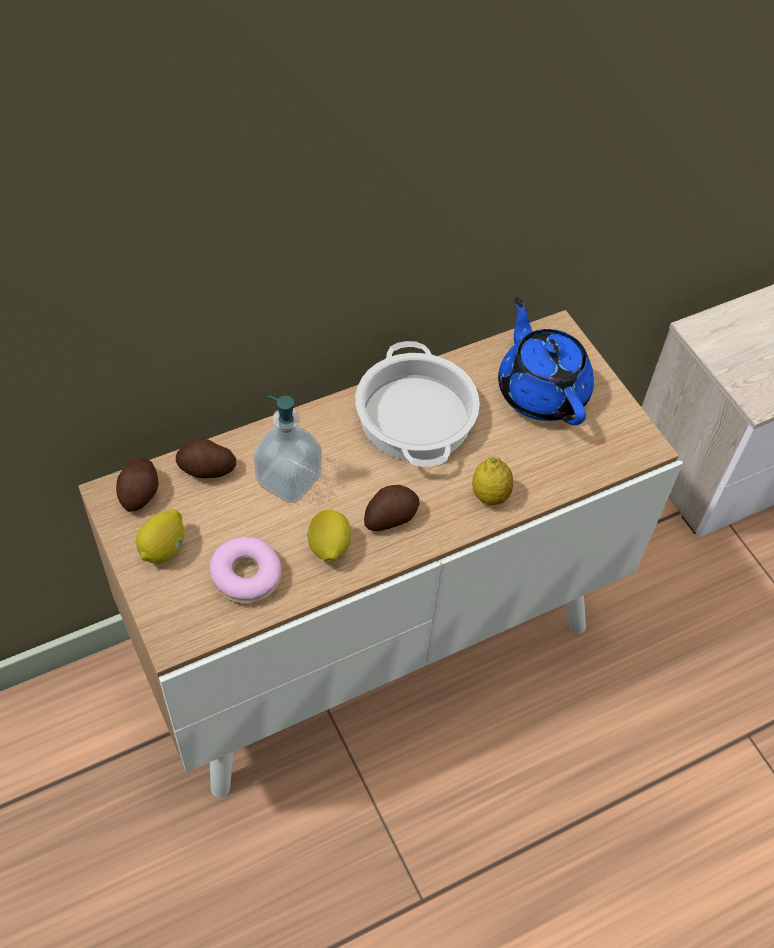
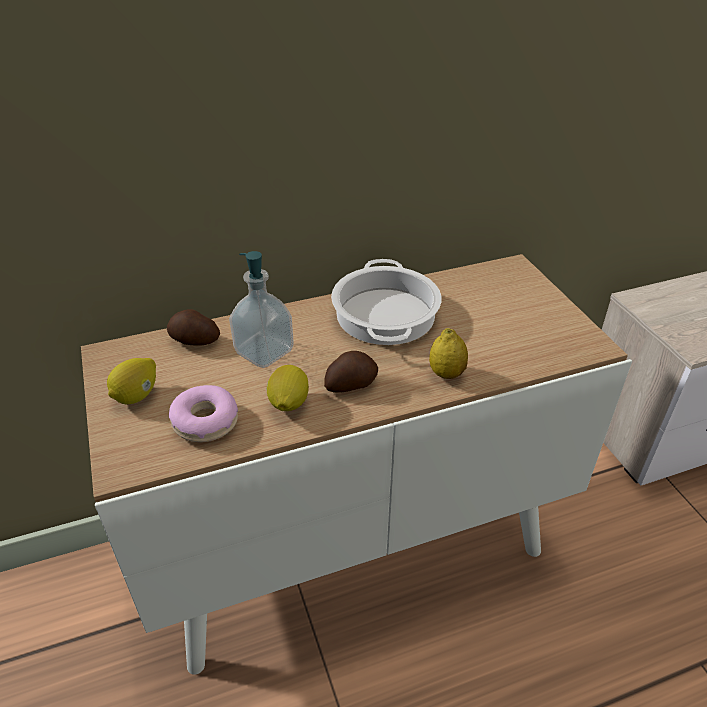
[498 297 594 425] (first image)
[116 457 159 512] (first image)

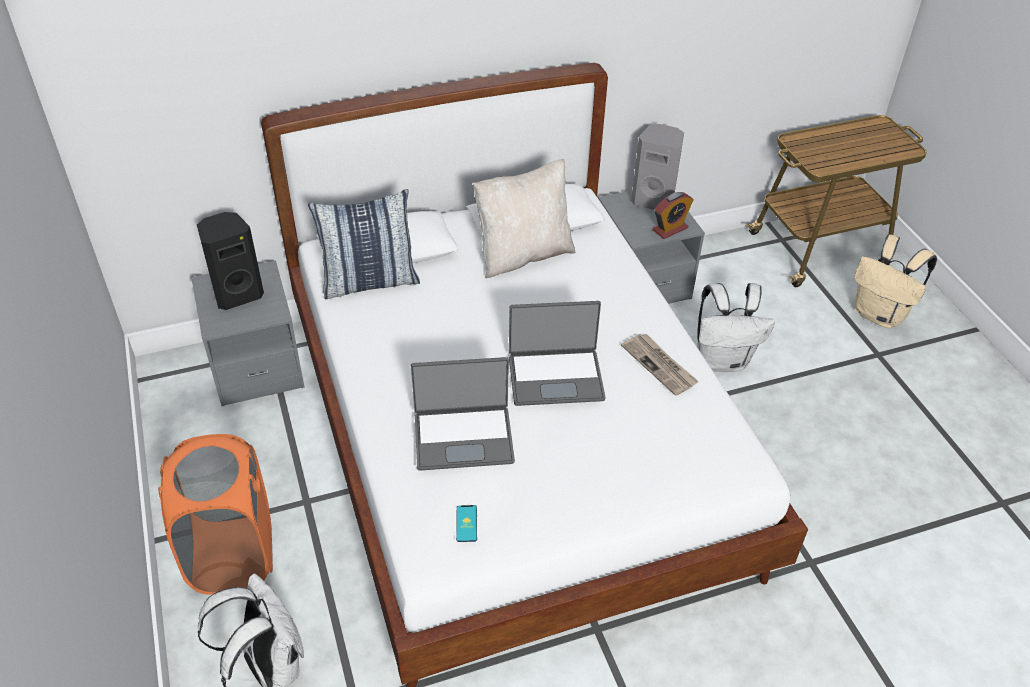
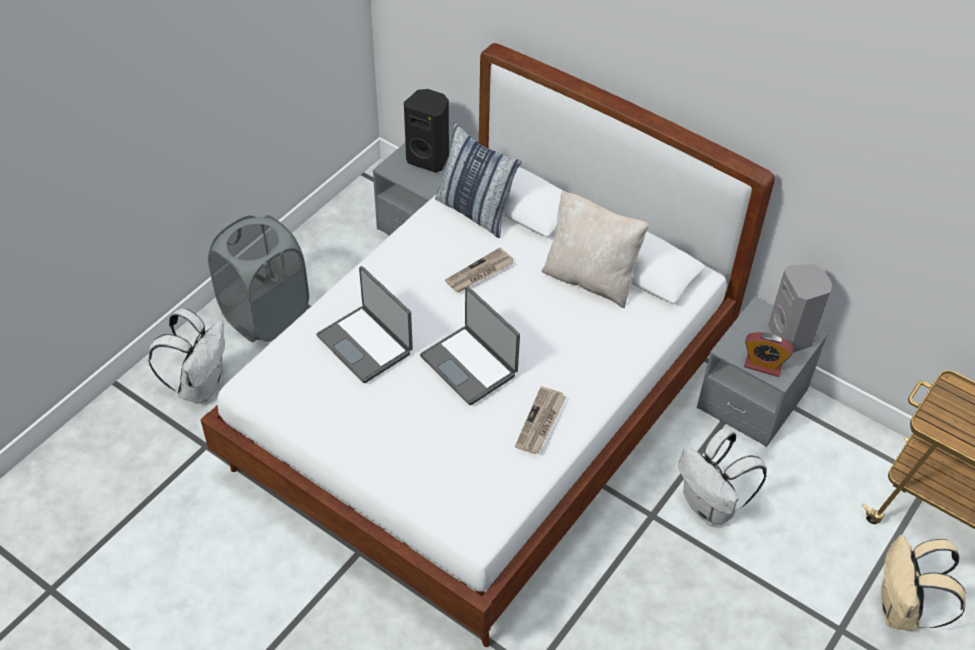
[208 215 309 342]
[456 505 477 542] (first image)
[445 247 514 293]

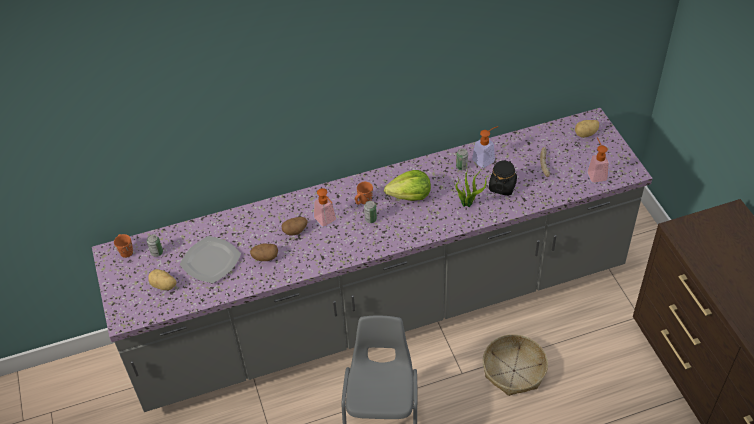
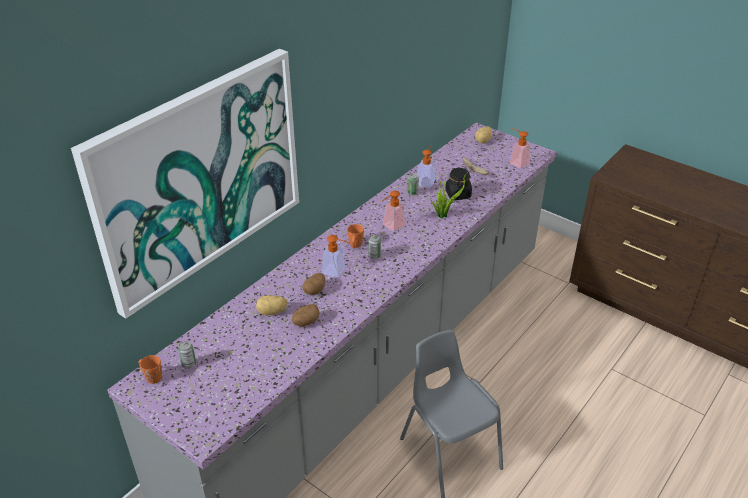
[382 191 406 231]
[179 236 241 283] (first image)
[256 295 287 315]
[483 334 548 396] (first image)
[71 49 299 319]

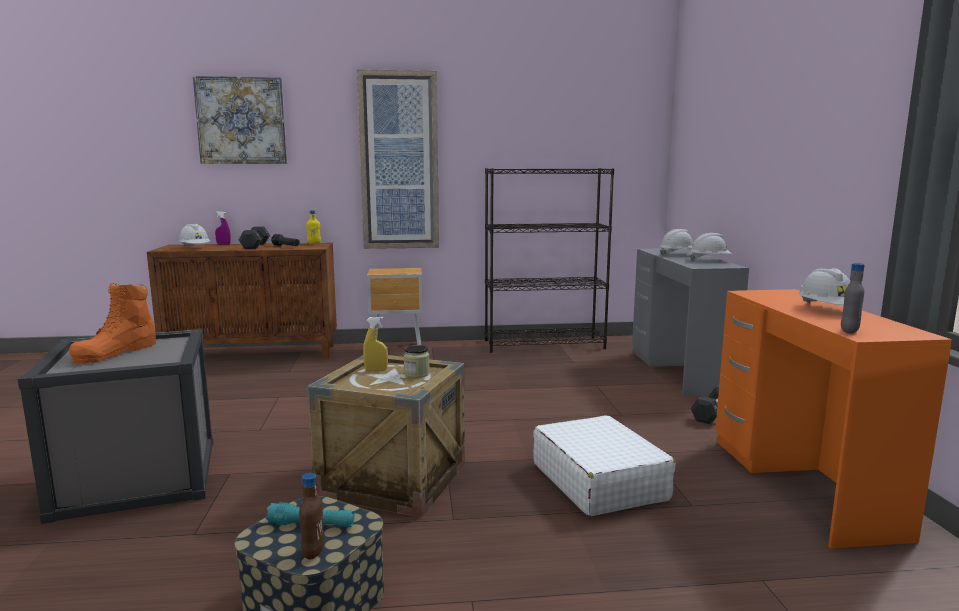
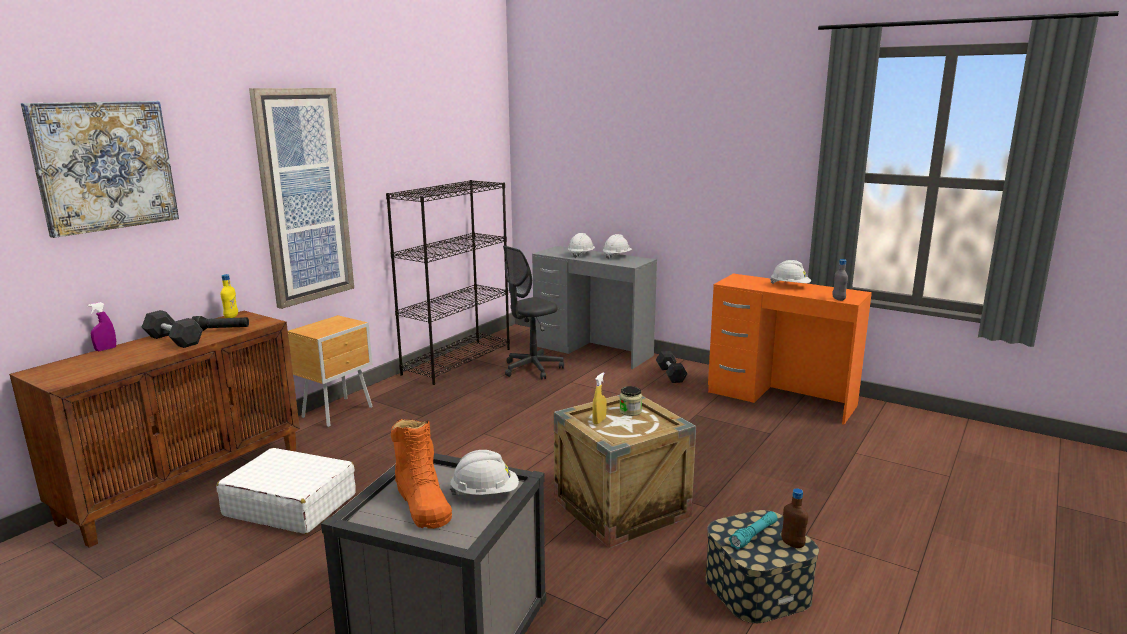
[450 450 519 496]
[216 448 356 534]
[503 246 564 380]

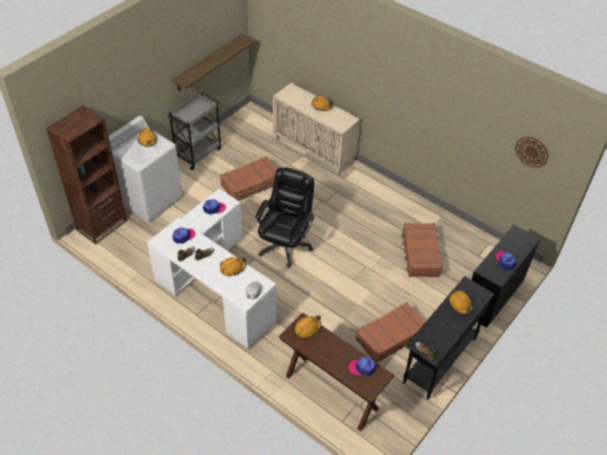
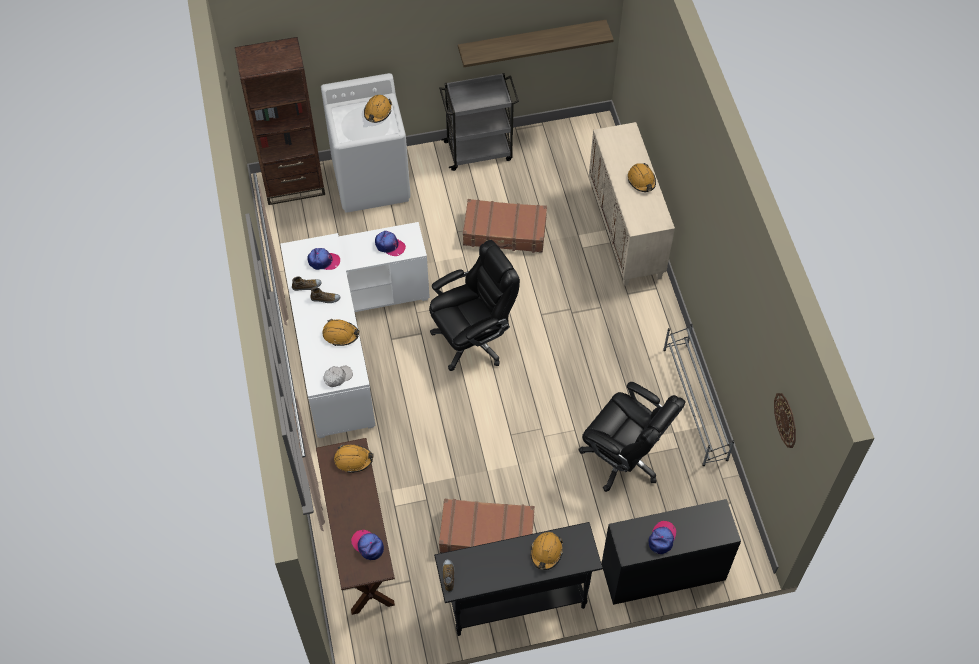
[578 382 686 492]
[663 324 735 466]

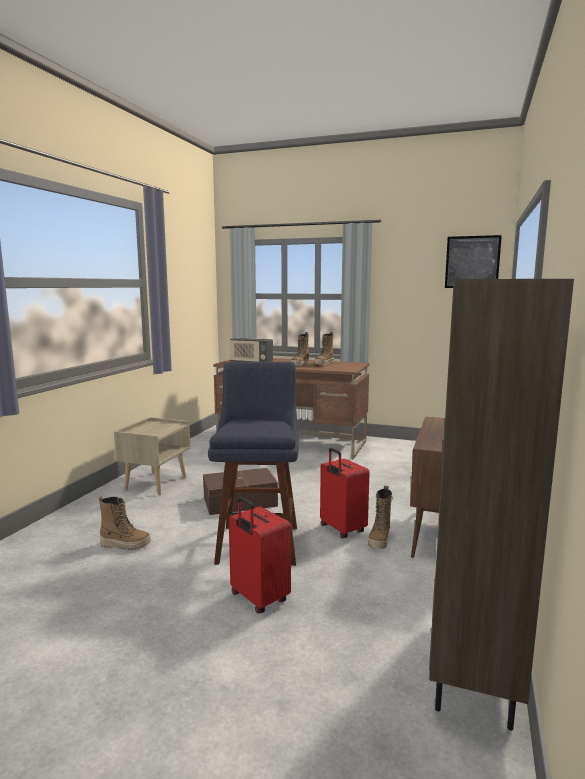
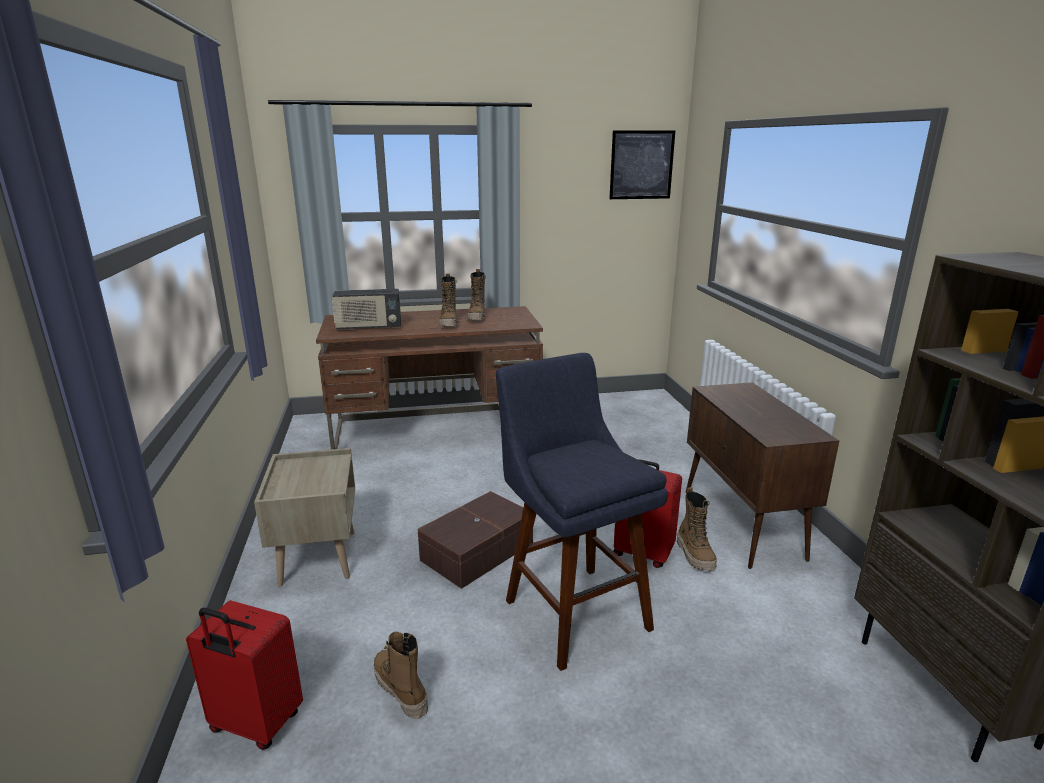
[374 632 428 719]
[186 601 303 750]

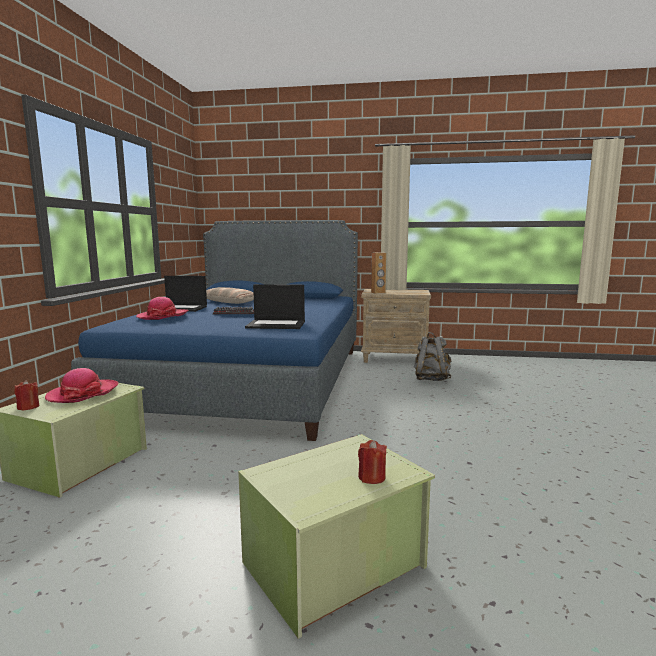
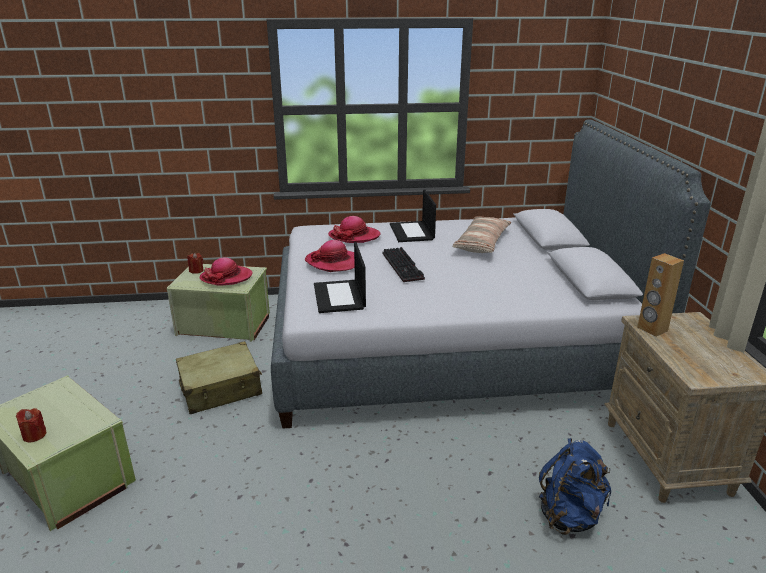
[271 119 711 429]
[539 438 611 535]
[305 240 355 272]
[176 341 262 414]

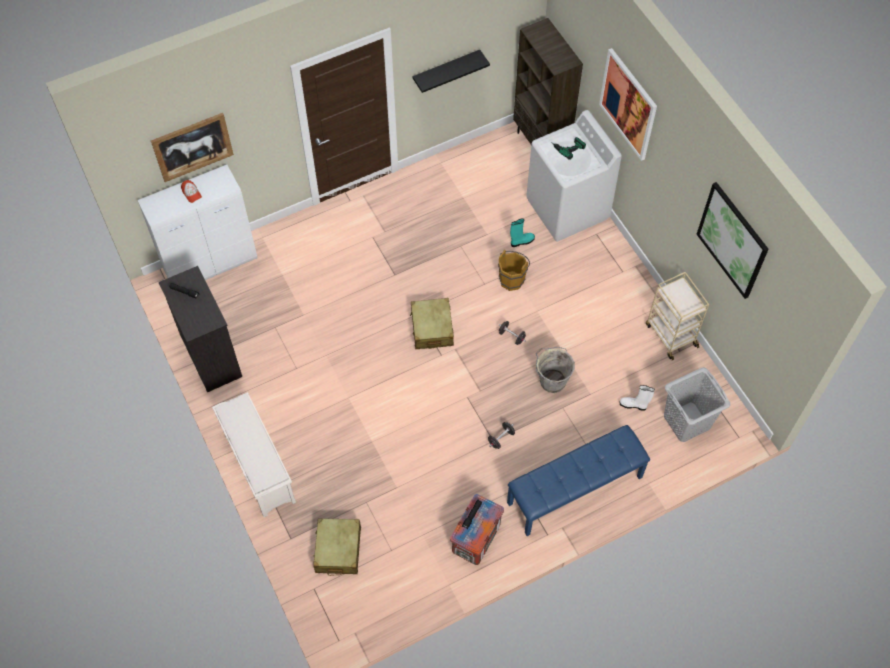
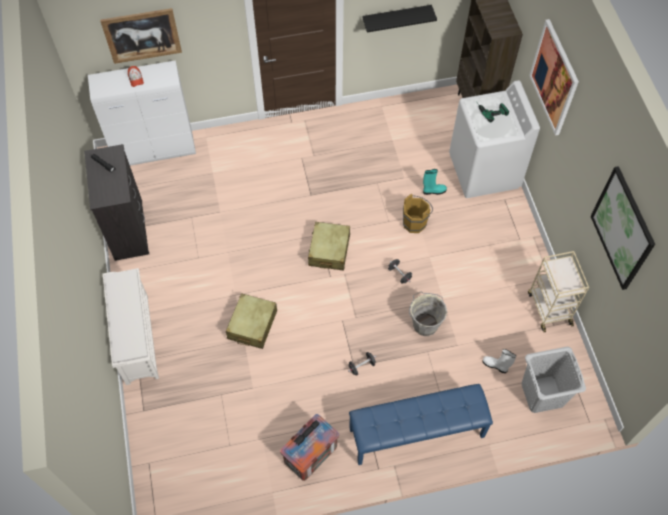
[226 293 277 349]

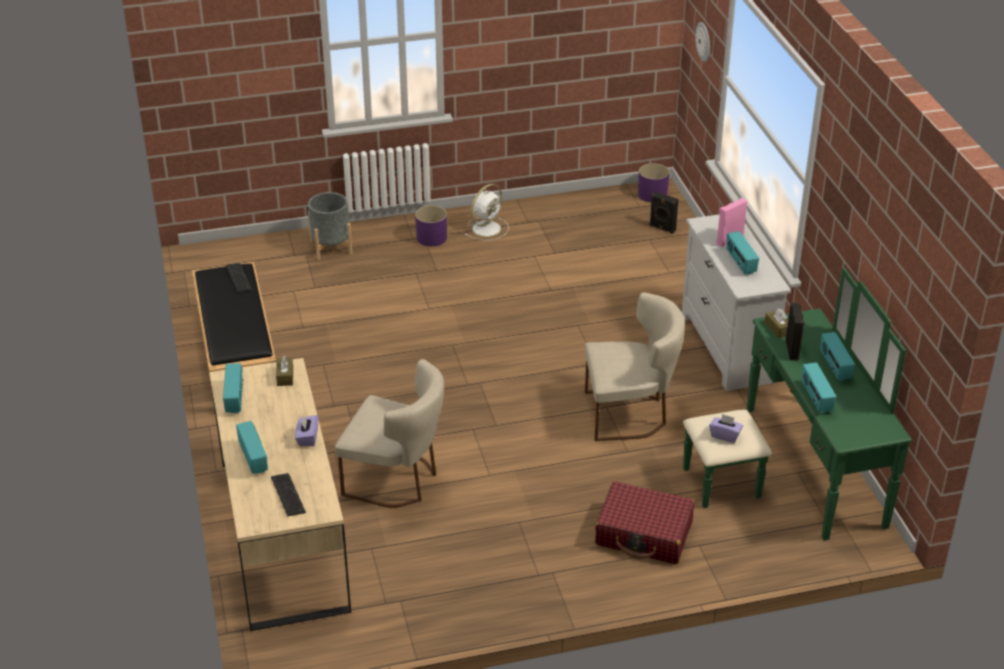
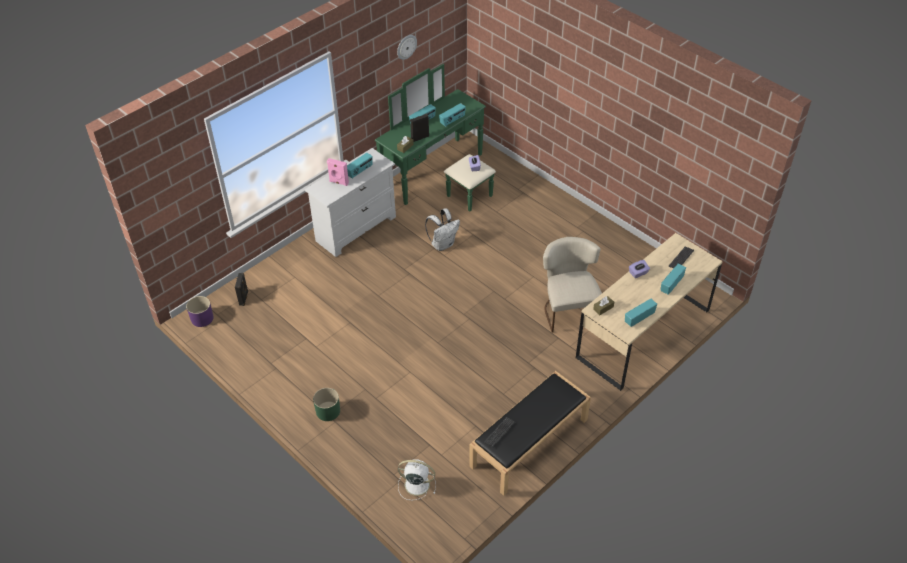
[397 35 417 60]
[398 460 436 500]
[308 192 353 260] (first image)
[313 388 340 421]
[425 208 460 251]
[595 481 695 564] (first image)

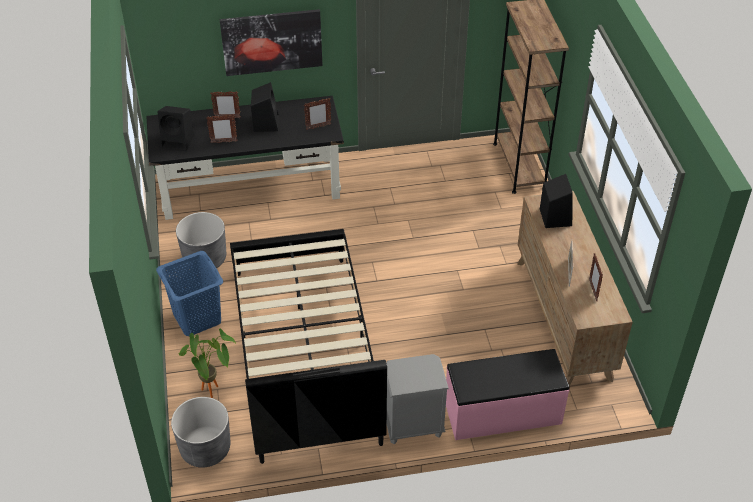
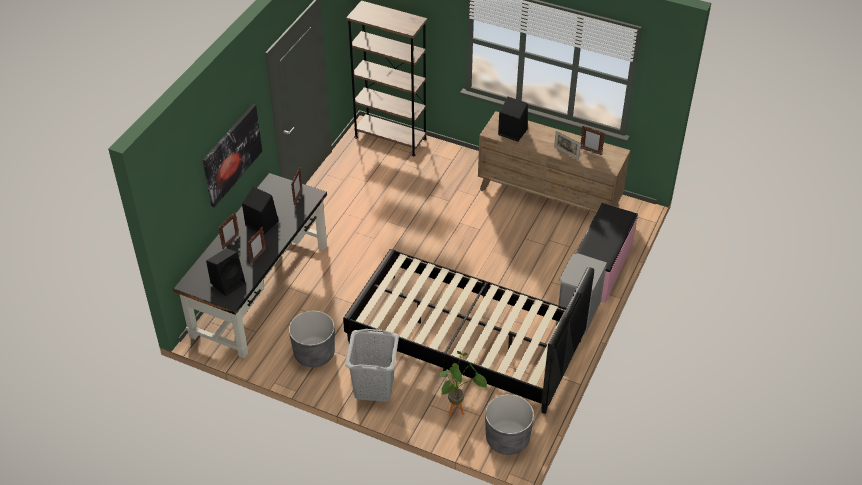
[345 329 399 402]

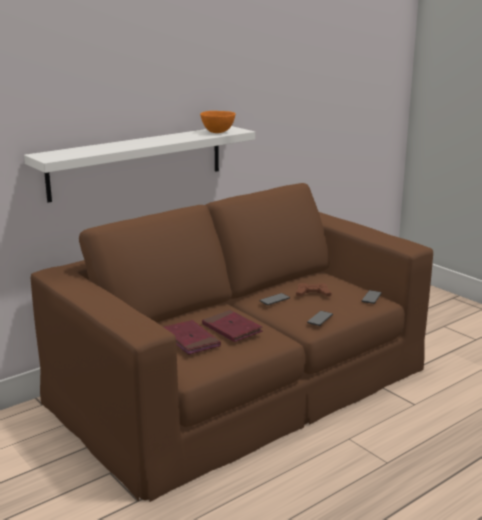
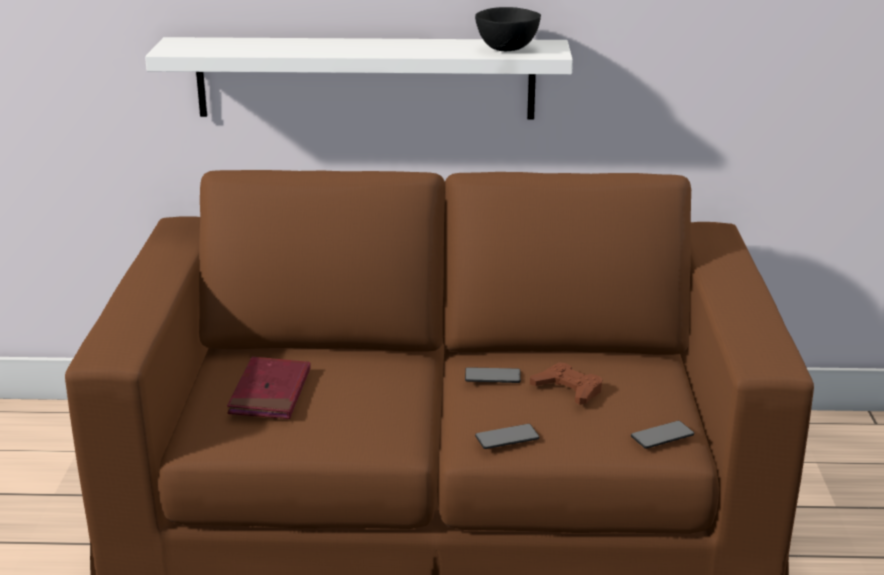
[475 7 541 51]
[202 310 263 342] (first image)

